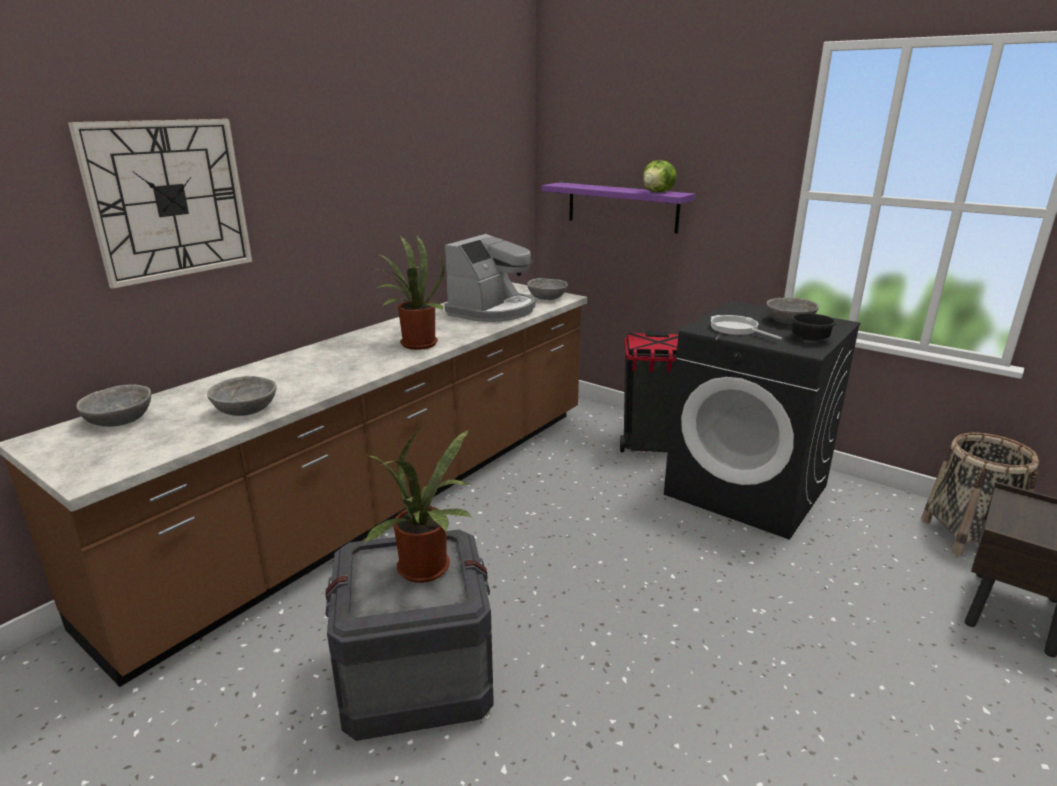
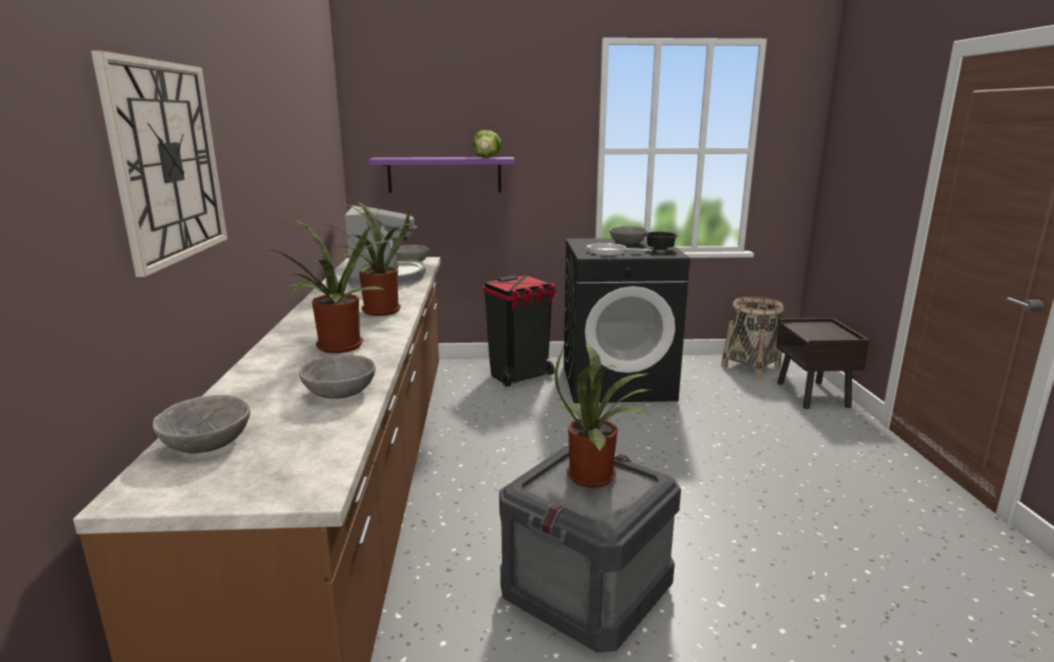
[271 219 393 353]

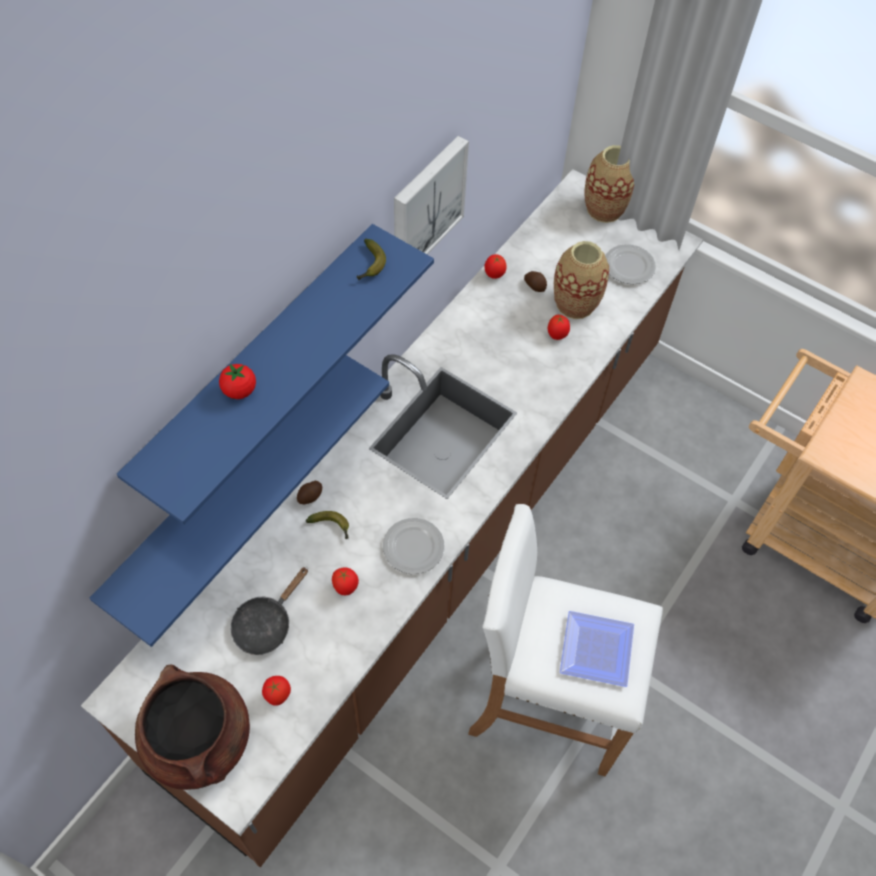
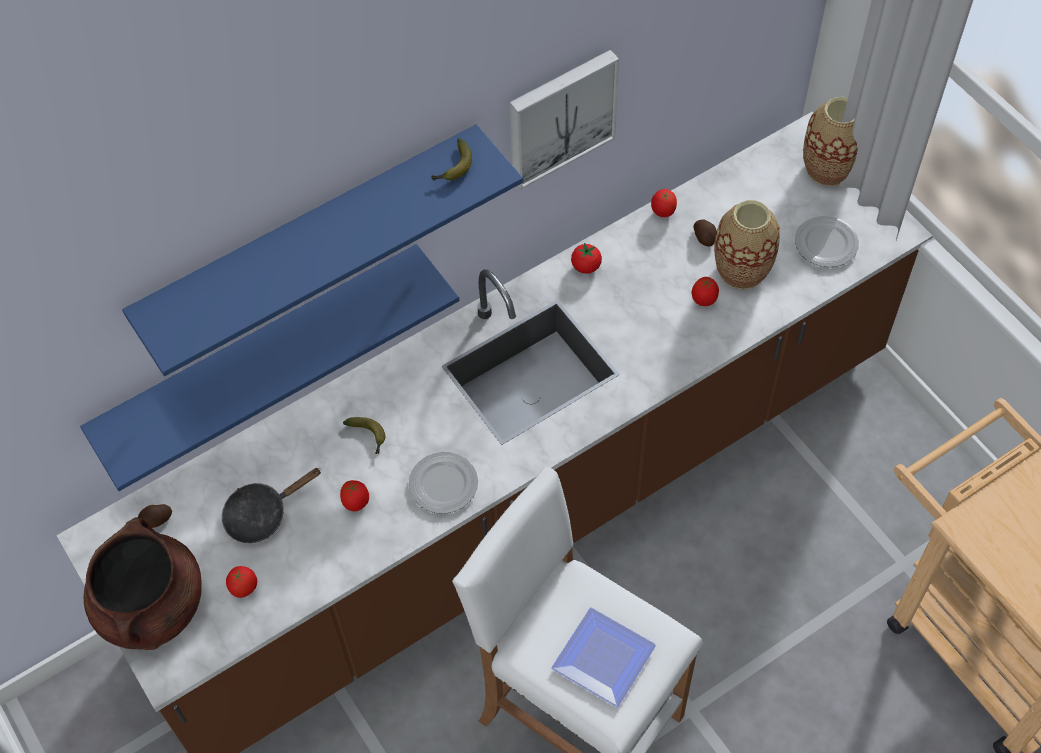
[571 243 602 274]
[138 504 172 528]

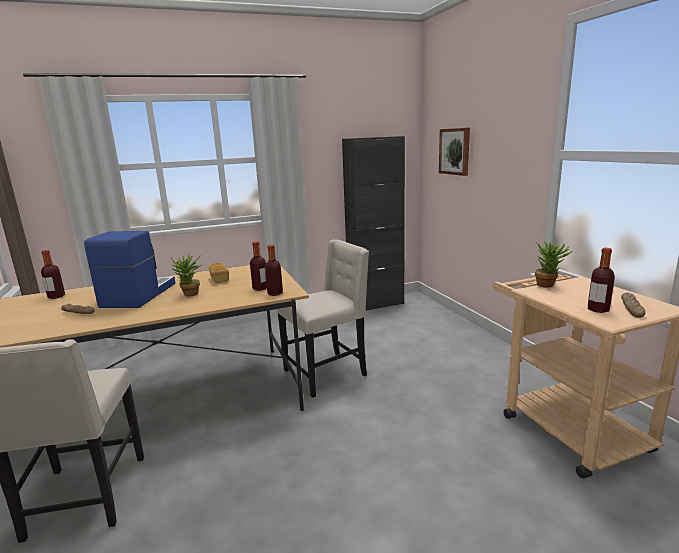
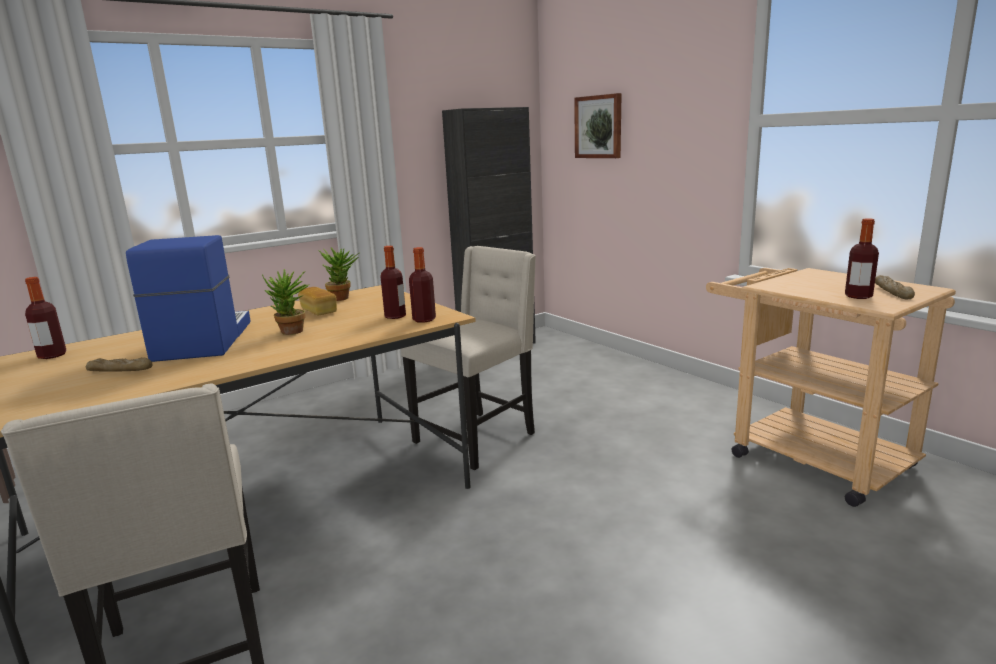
[319 247 360 301]

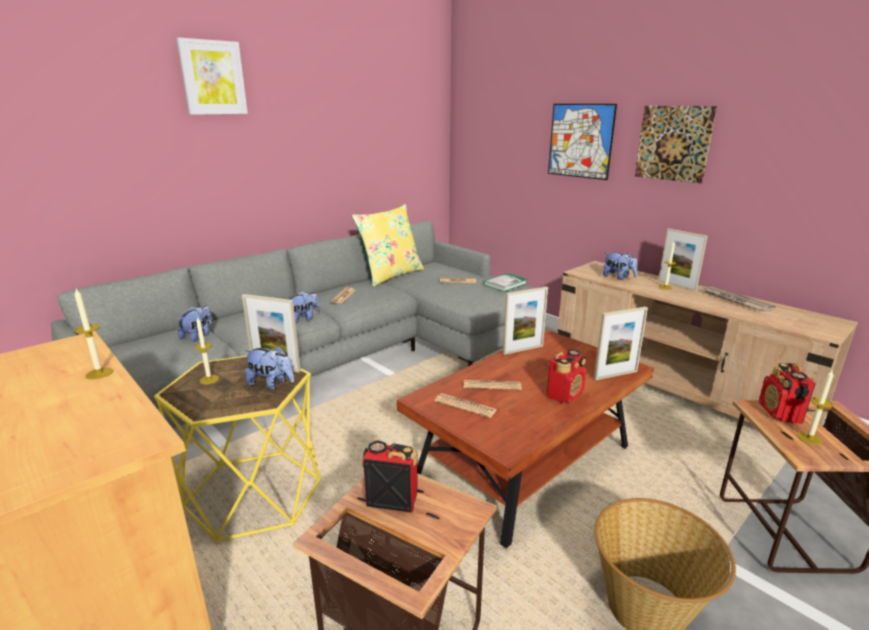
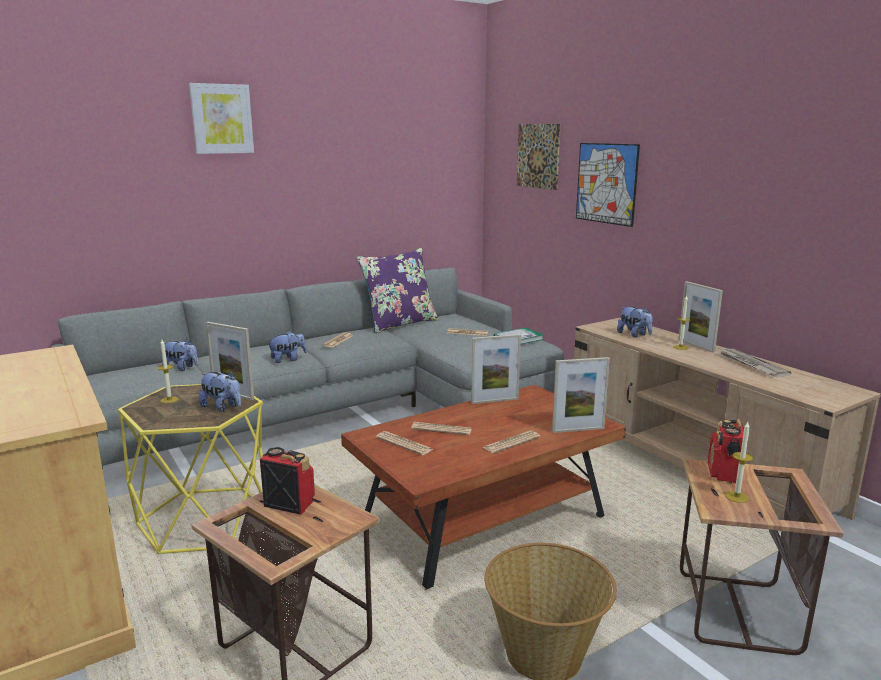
[517 124 561 190]
[357 248 439 333]
[74 289 113 380] (first image)
[162 339 198 371]
[483 431 540 453]

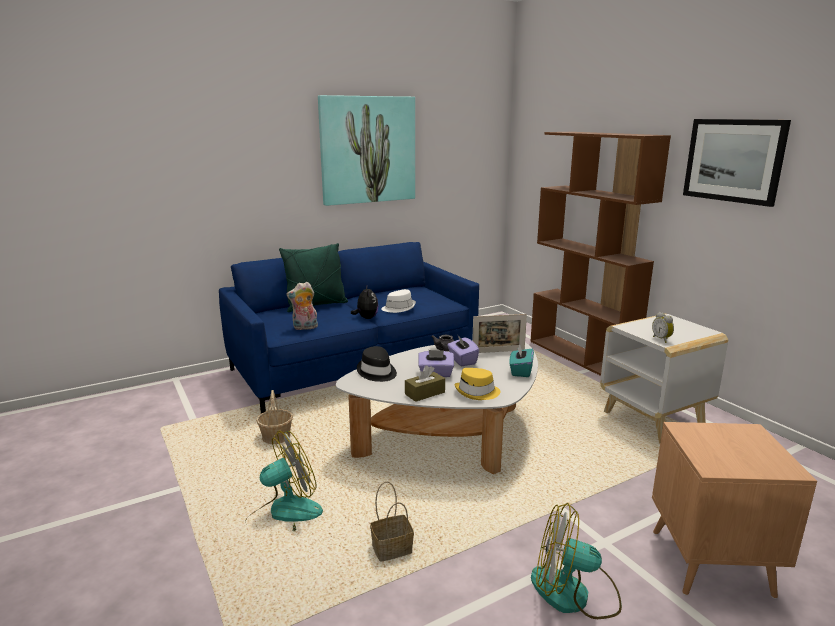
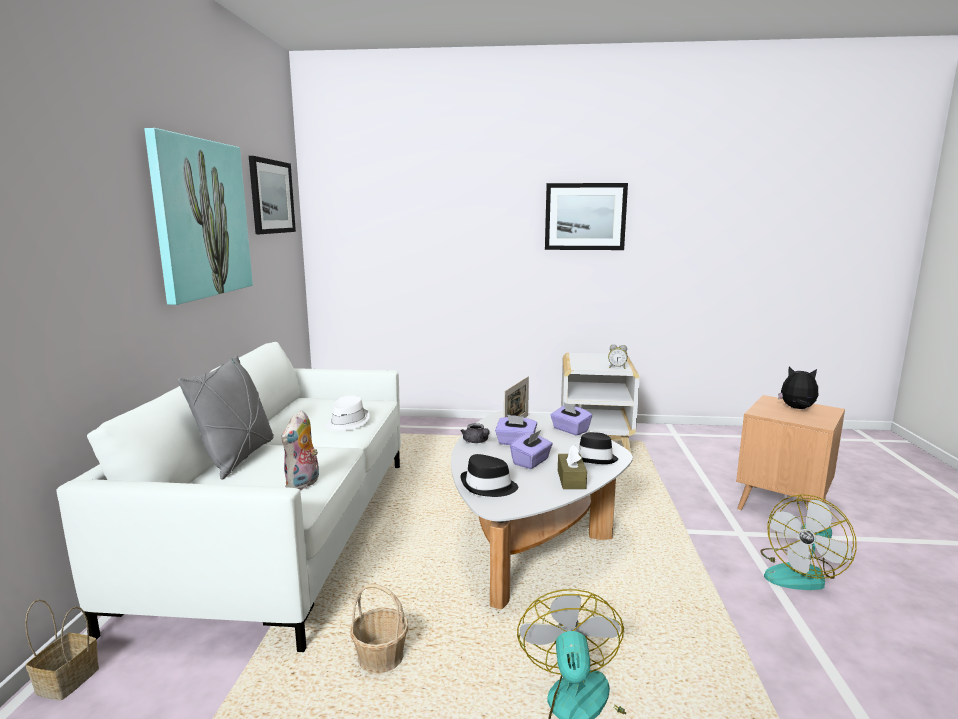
[530 132 671 376] (first image)
[56 342 401 652]
[178 355 274 480]
[778 367 818 409]
[550 402 592 436]
[578 432 618 464]
[25 599 99 701]
[249 156 296 234]

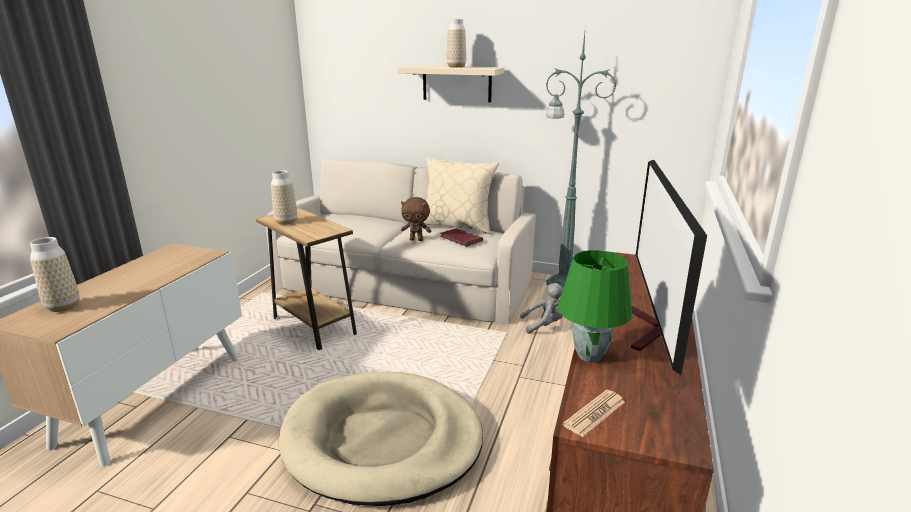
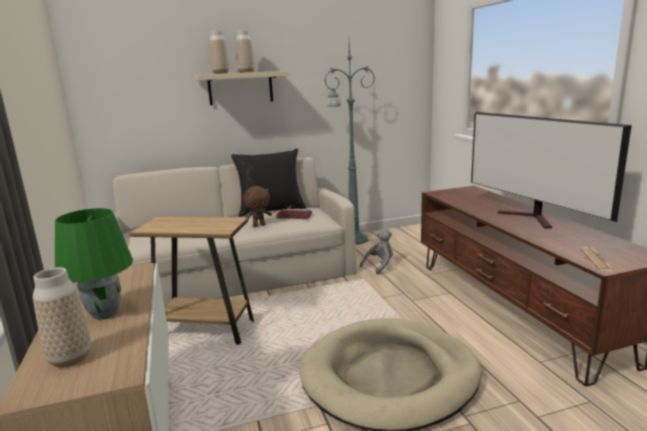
[231 149 306 217]
[209 31 229 74]
[55 208 133 320]

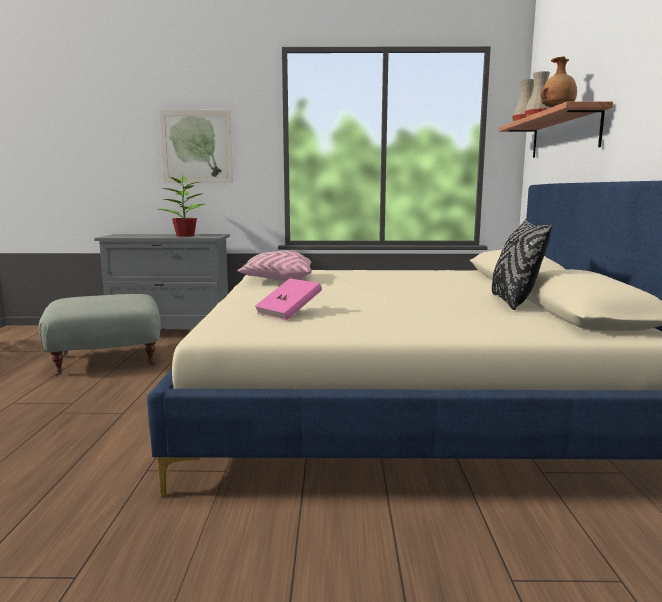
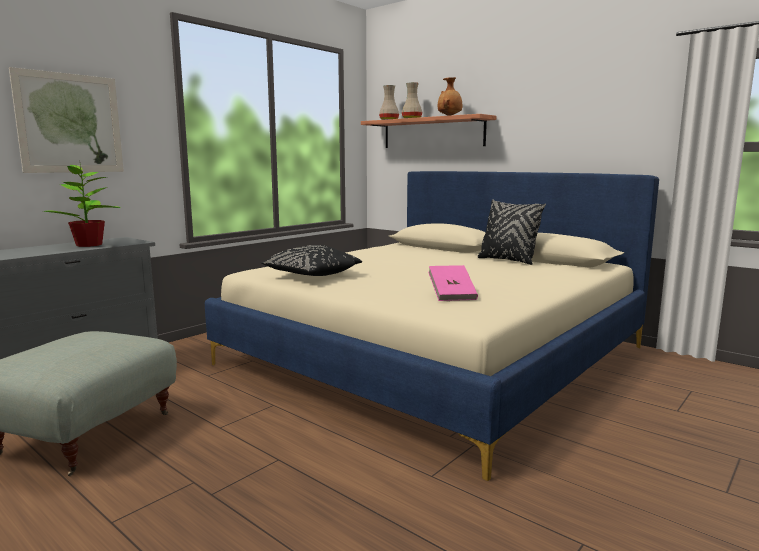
[260 245 362 276]

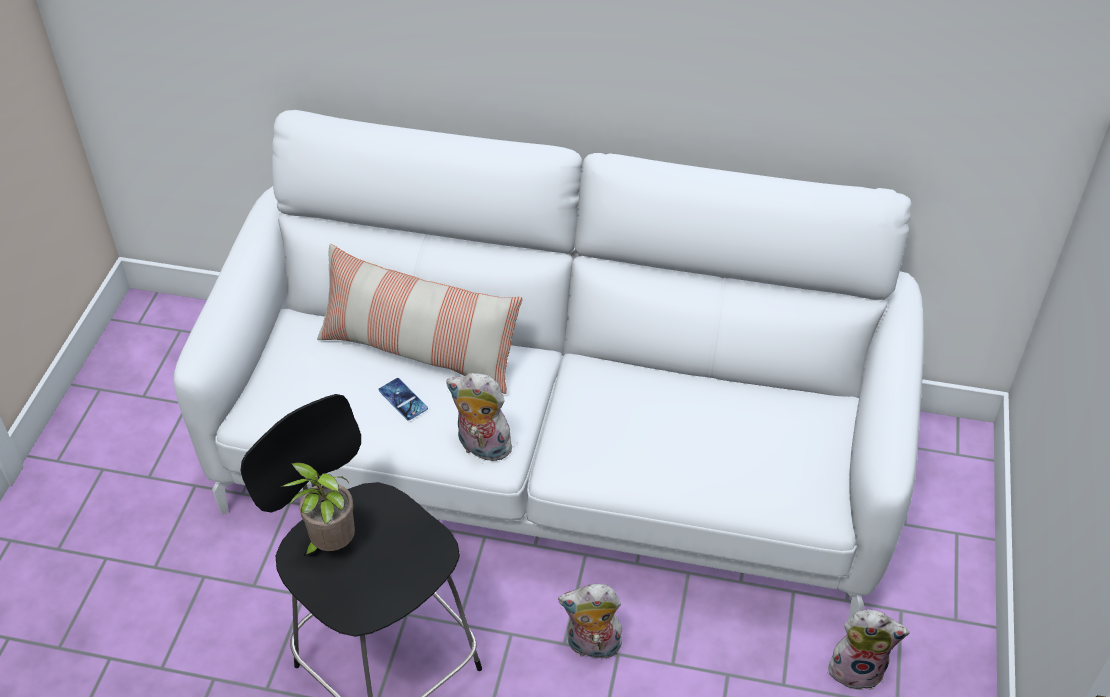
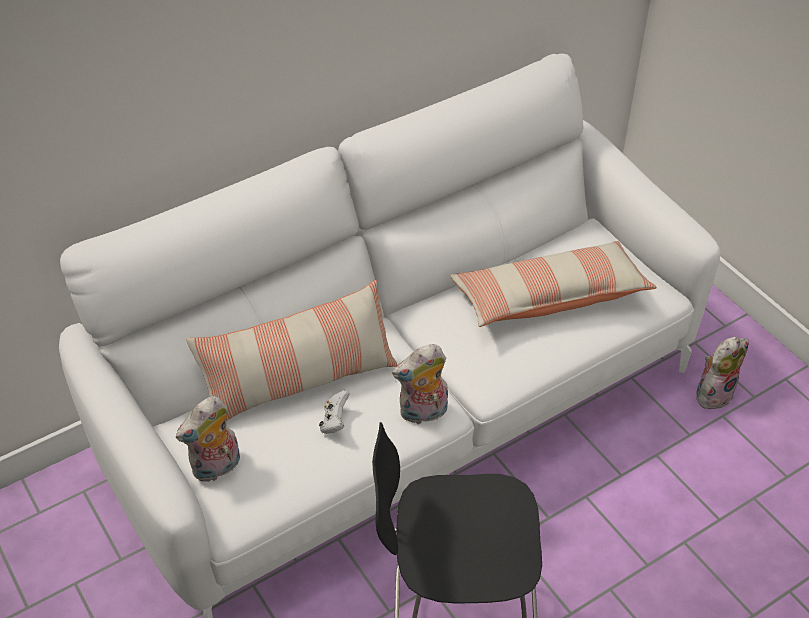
[319 390 350 434]
[282 462 355 557] (first image)
[176 396 240 483]
[450 241 657 327]

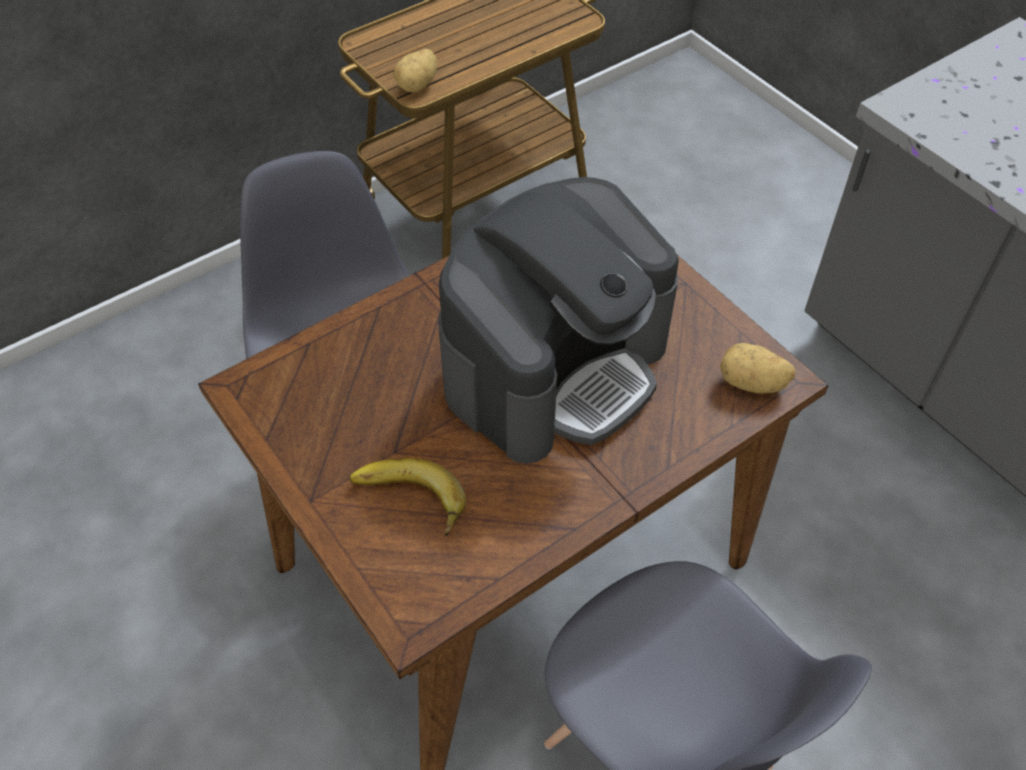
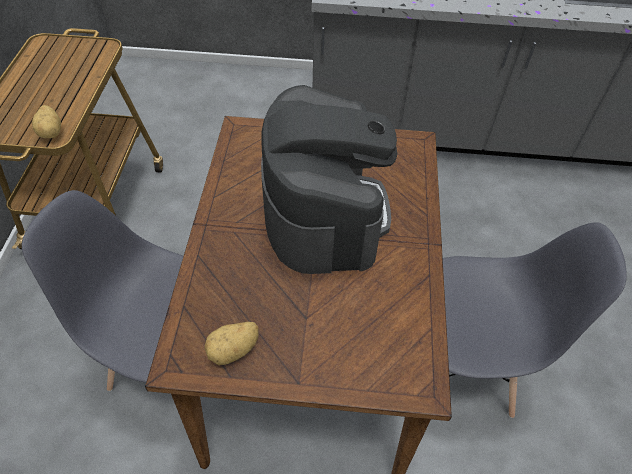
[205 322 259 365]
[349 458 466 536] (first image)

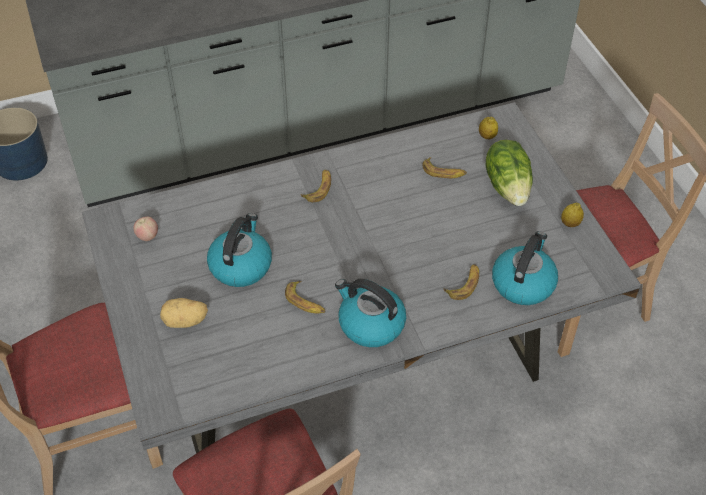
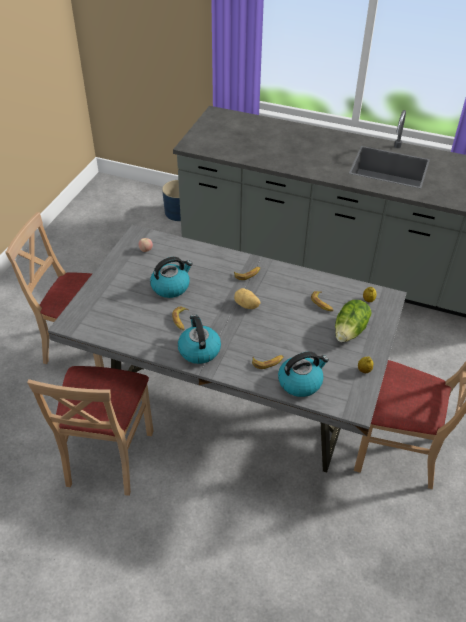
[234 288 260 309]

